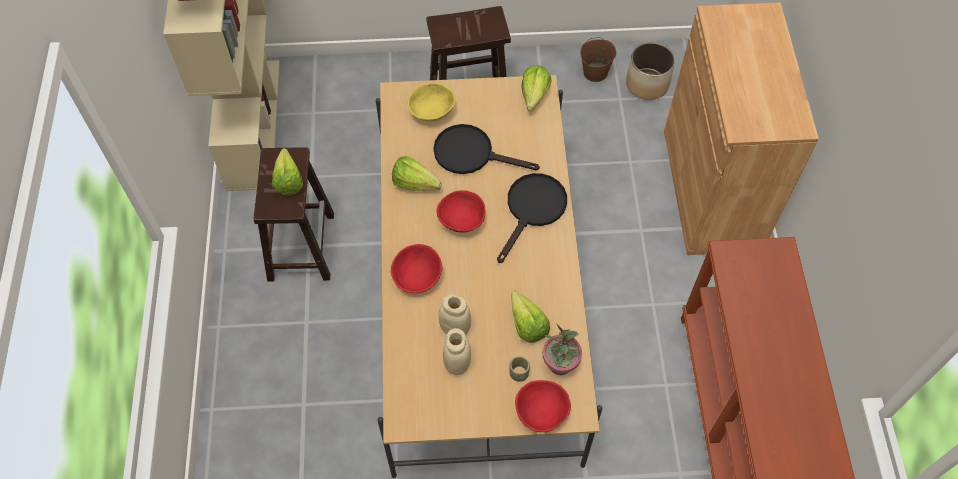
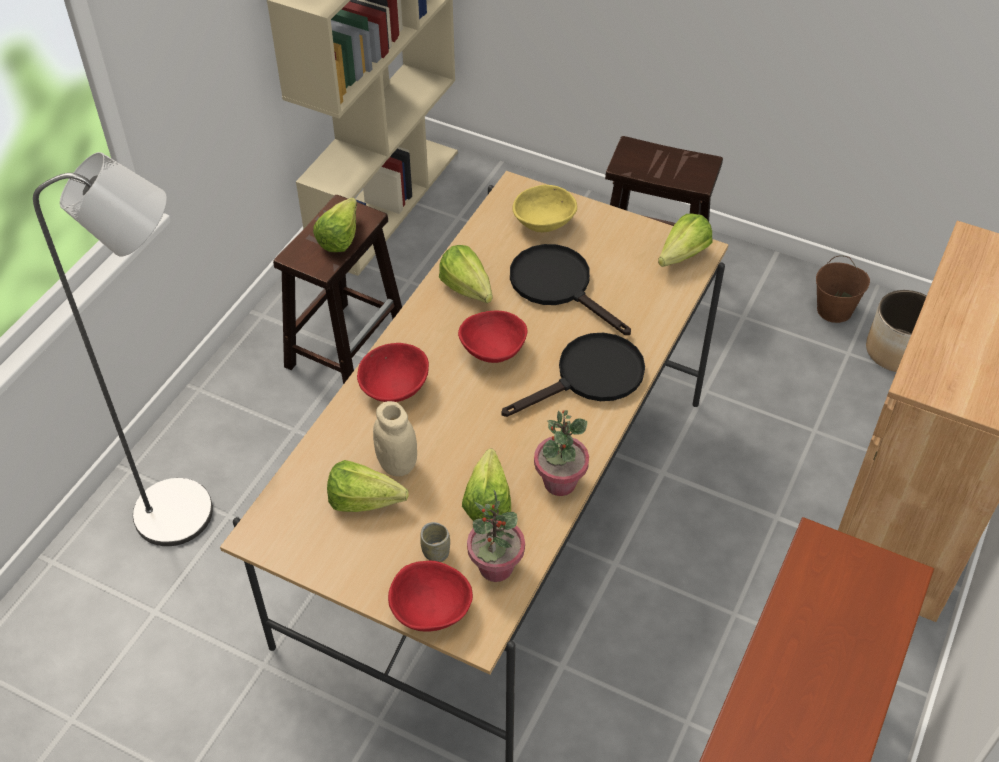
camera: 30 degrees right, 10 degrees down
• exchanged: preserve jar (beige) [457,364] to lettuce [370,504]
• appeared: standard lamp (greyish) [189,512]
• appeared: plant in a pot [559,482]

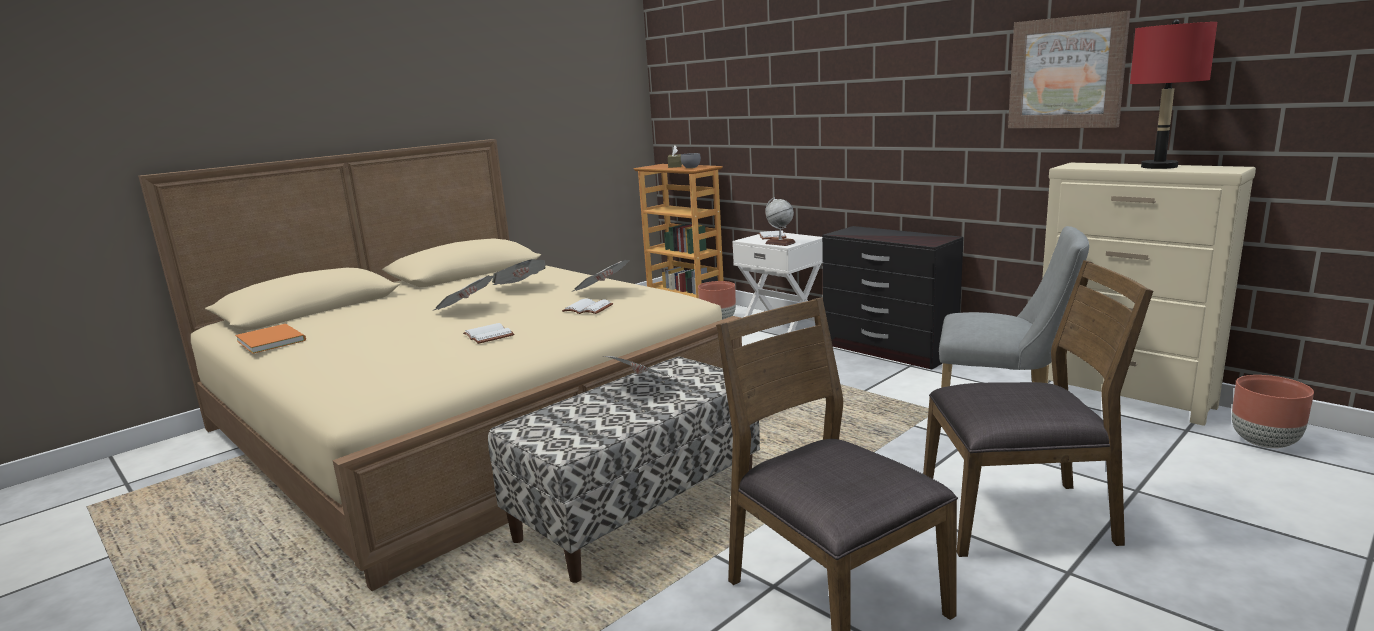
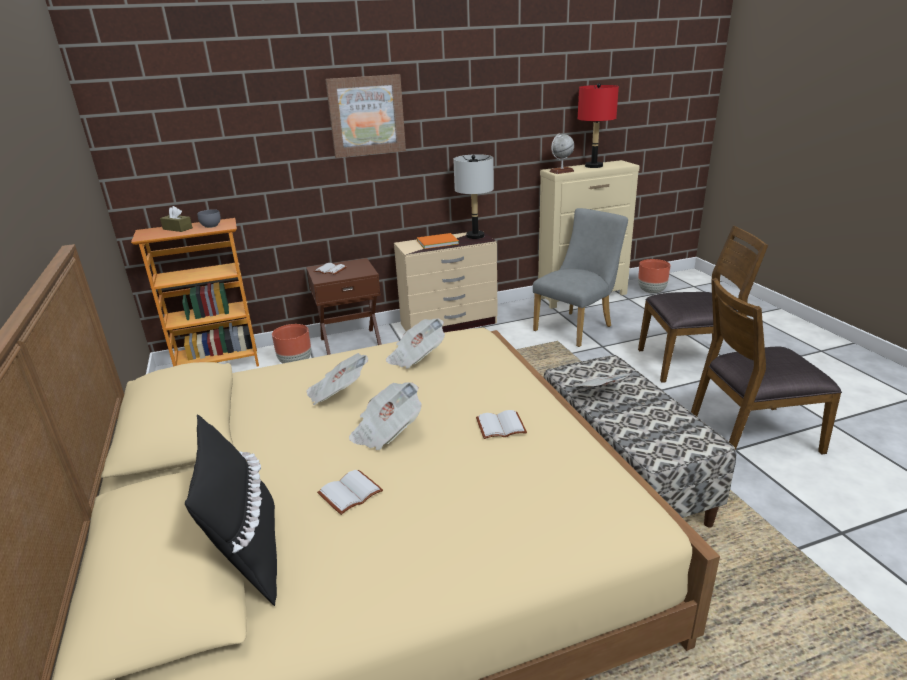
camera: 65 degrees left, 10 degrees up
• relocated: volume (orange-coloured) [272,340] to [436,242]
• relocated: volume (white) [586,309] to [350,494]
• colour: bedside table (white) [781,326] to bedside table (brown) [350,343]
• relocated: world globe [780,243] to [561,171]
• colour: chest of drawers (black-coloured) [888,350] to chest of drawers (beige) [449,324]
• spun: upright chair (brown) [1018,516] = [690,362] 60 degrees clockwise
• relocated: wall picture [1066,73] to [366,116]
• appeared: cushion (black-coloured) [249,556]
• appeared: lamp for a table (greyish) [475,236]

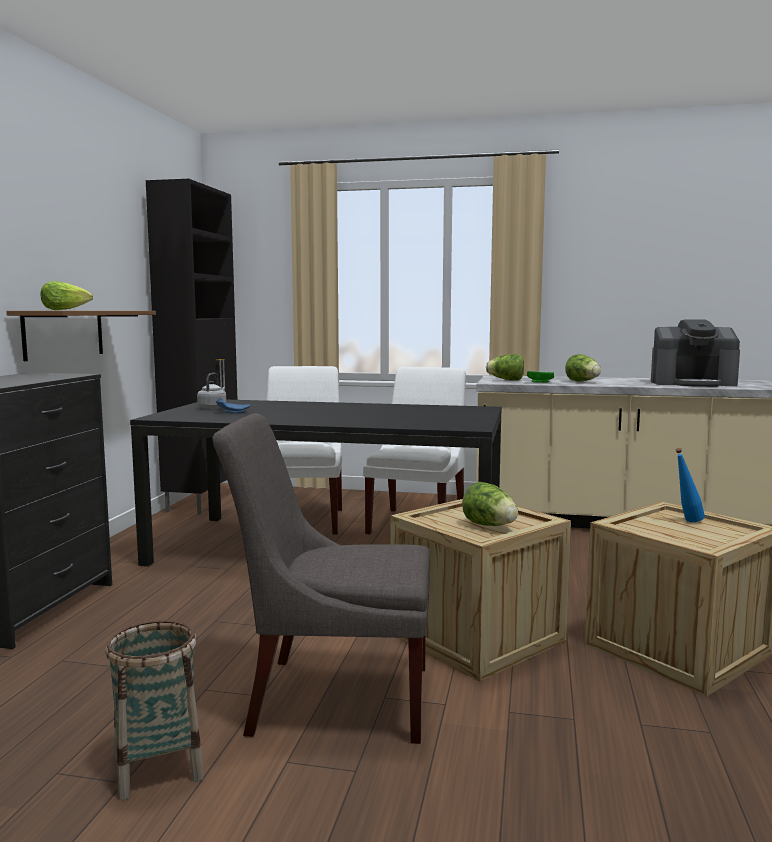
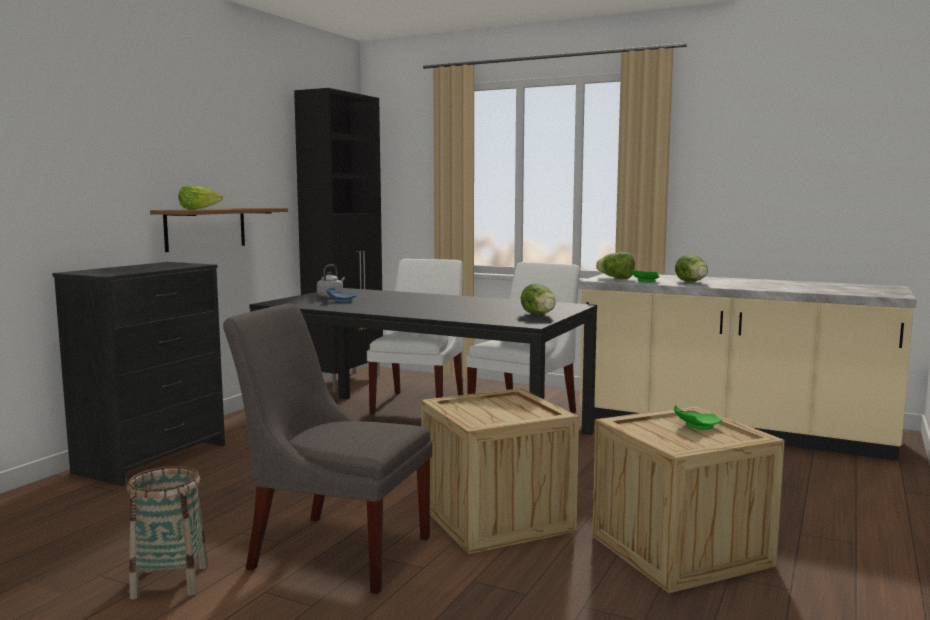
camera: 15 degrees right, 0 degrees up
• relocated: lettuce [490,526] to [539,315]
• missing: coffee maker [693,383]
• exchanged: bottle (blue) [686,522] to dinner plate (green) [695,426]

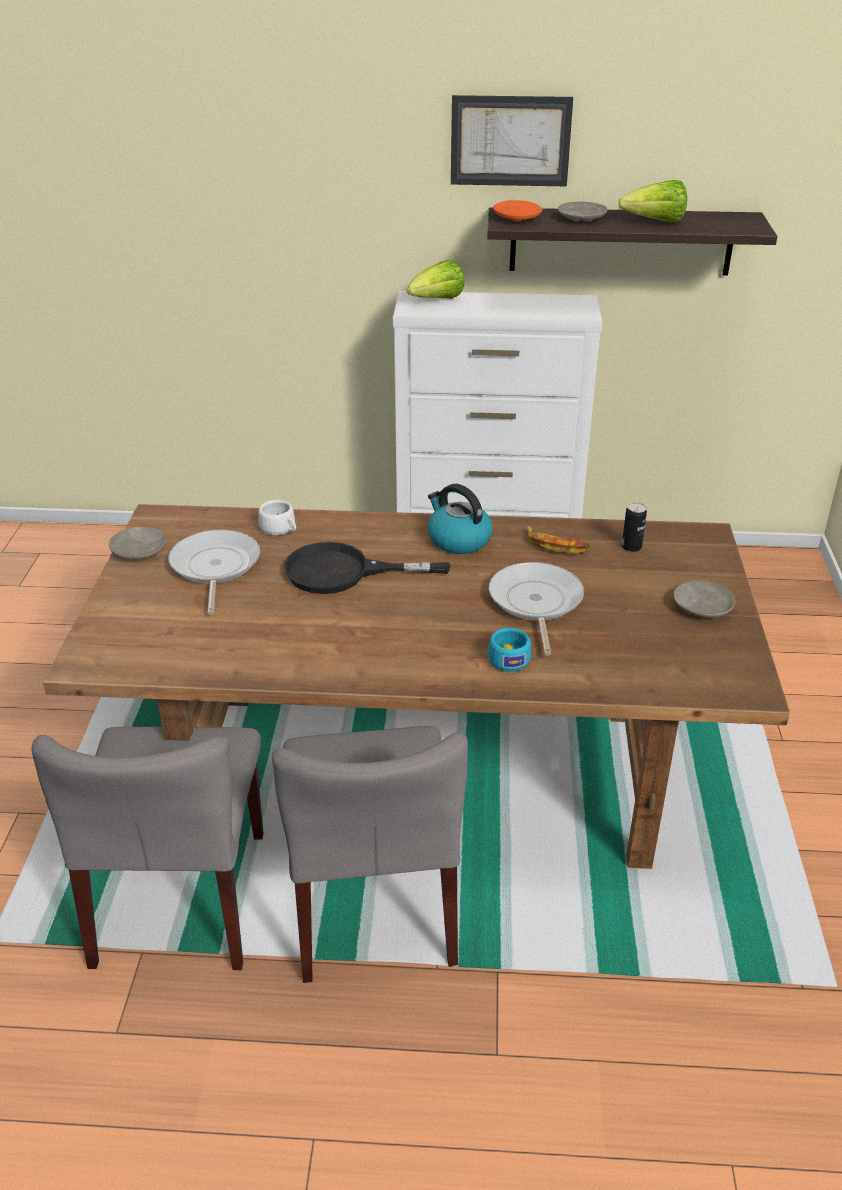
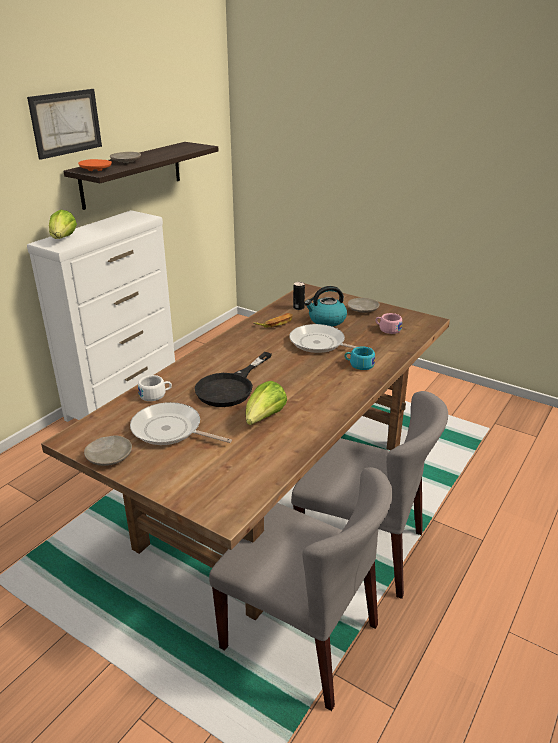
camera: 60 degrees left, 5 degrees down
• relocated: tea kettle [458,540] to [326,320]
• relocated: lettuce [655,222] to [264,418]
• appeared: drinking cup (pink) [387,329]

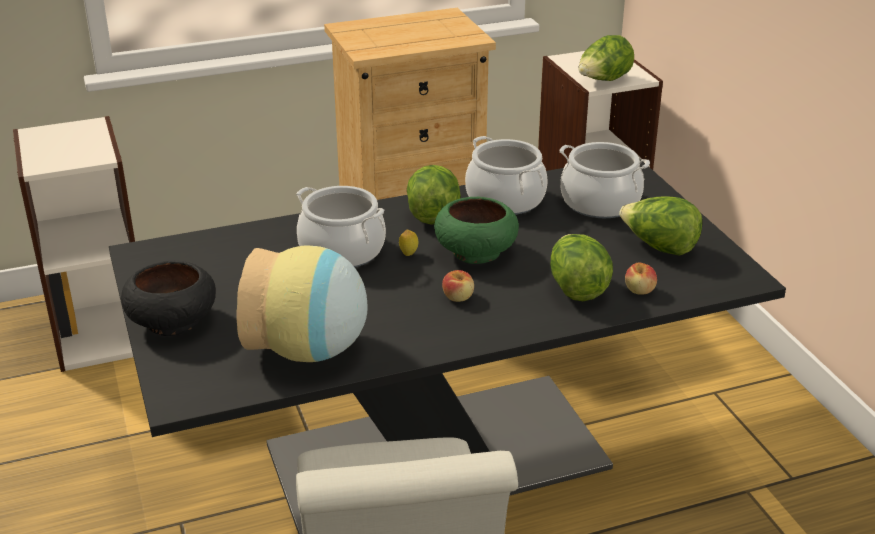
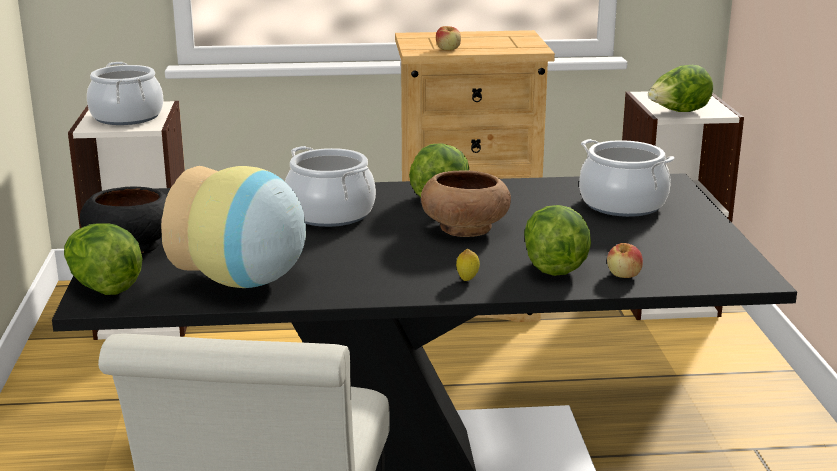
camera: 15 degrees right, 10 degrees down
• relocated: lemon [408,254] to [467,279]
• colour: deep dish (green) [475,252] to deep dish (brown) [464,228]
• relocated: apple fruit [458,297] to [448,49]
• relocated: cooking pot [505,200] to [126,117]
• relocated: lettuce [659,247] to [103,286]

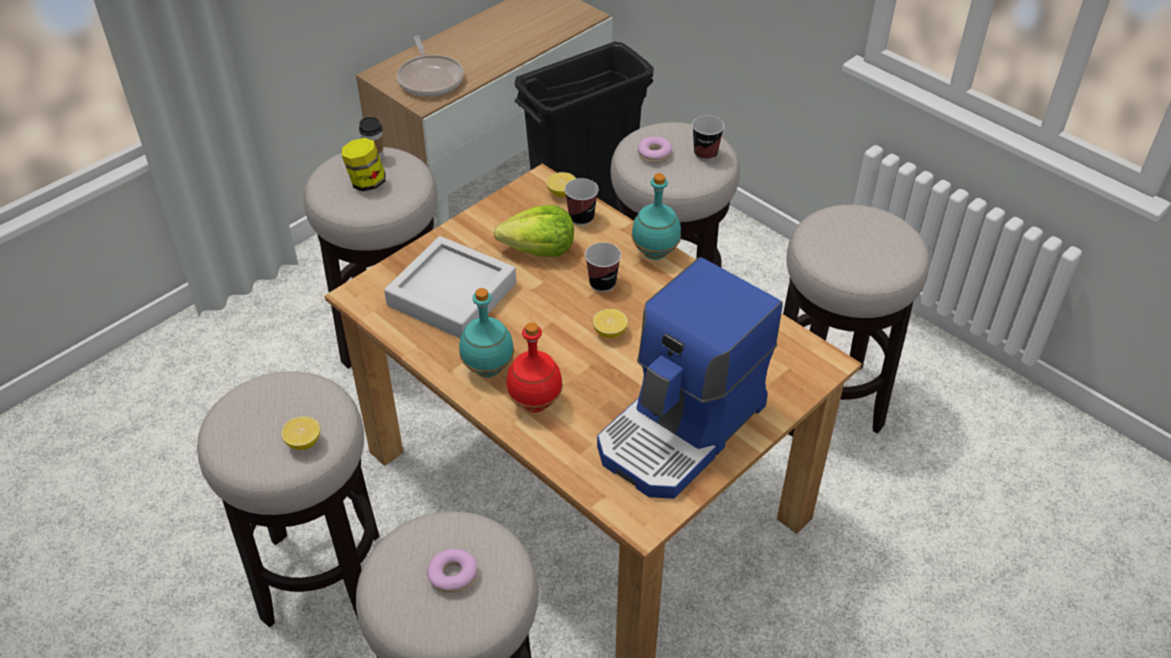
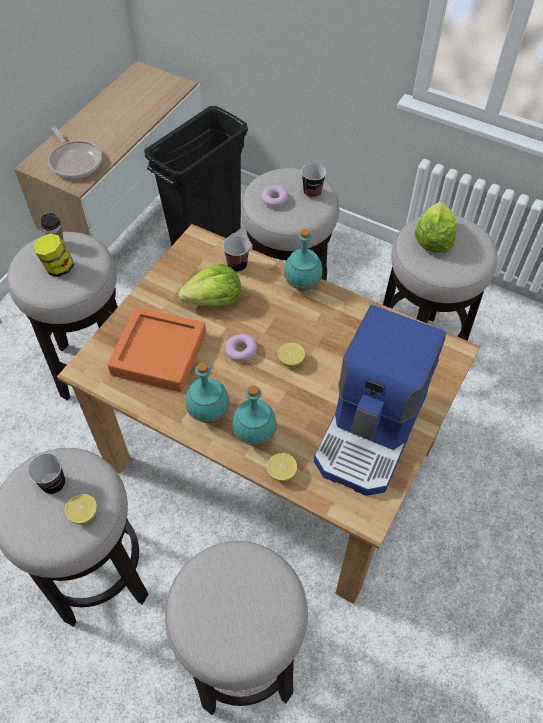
camera: 15 degrees left, 10 degrees up
• colour: tray (greyish) [452,294] to tray (orange-coloured) [159,354]
• relocated: donut [453,575] to [241,351]
• colour: bottle (red) [536,403] to bottle (blue-green) [255,435]
• relocated: lemon [561,193] to [281,472]
• relocated: drinking cup [602,283] to [53,483]
• appeared: lettuce [433,239]

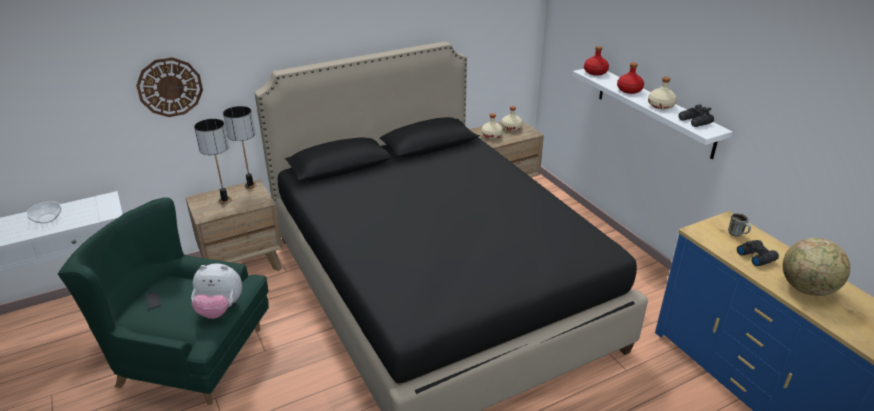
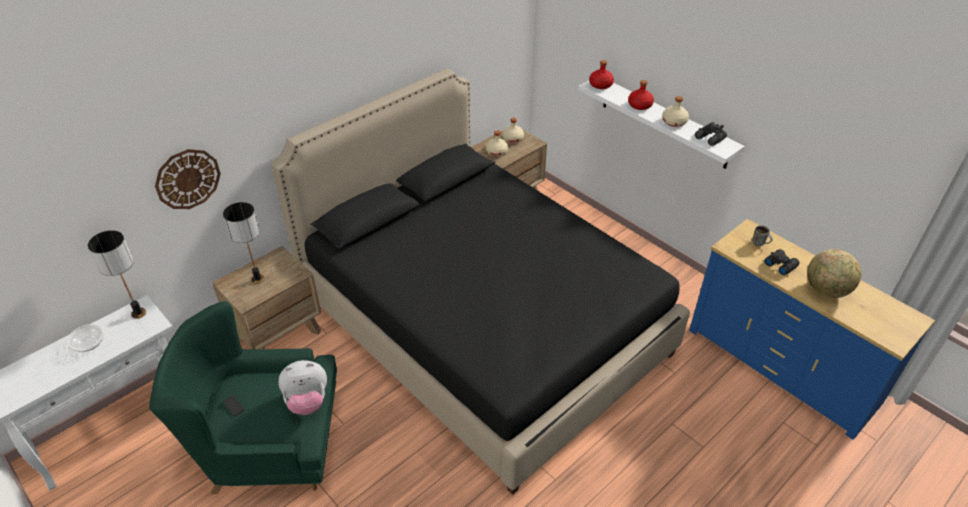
camera: 15 degrees left, 10 degrees up
• relocated: lamp for a table [250,185] to [138,313]

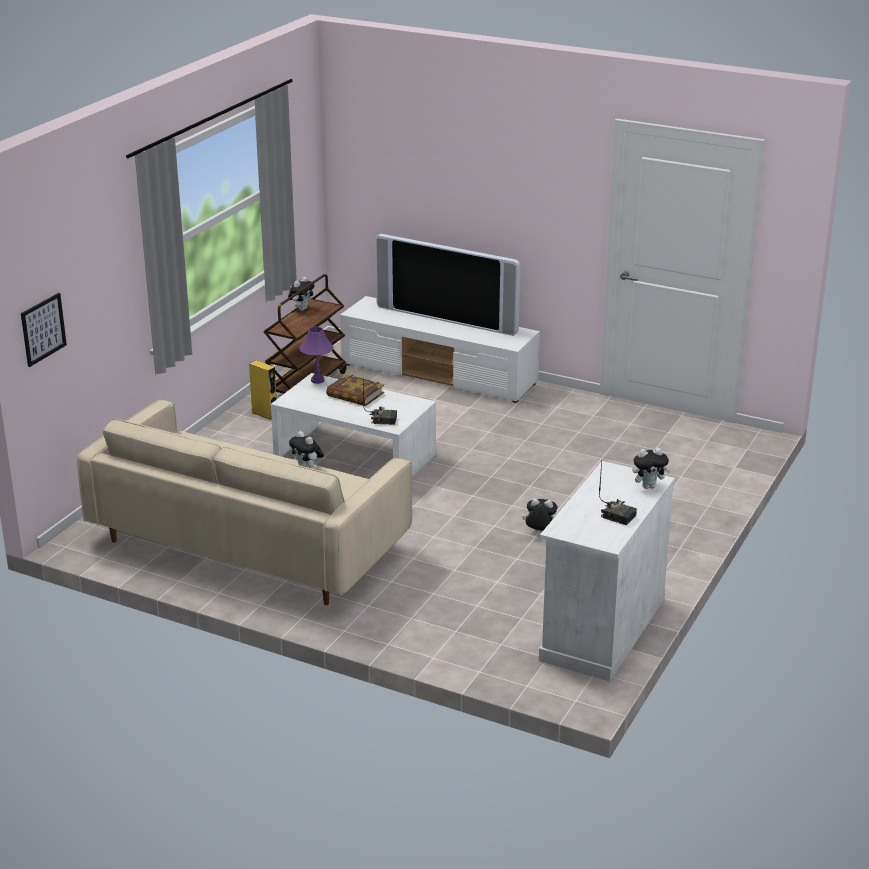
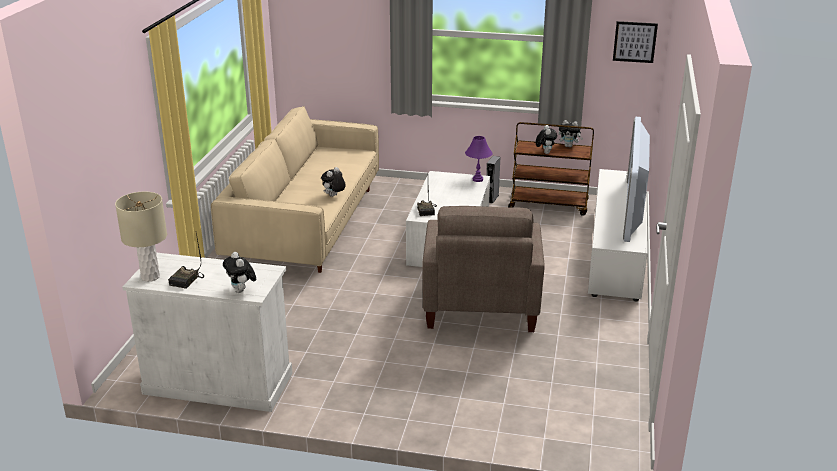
camera: 75 degrees right, 0 degrees up
• relocated: wall picture [43,329] to [634,42]
• colour: loudspeaker (yellow-coloured) [264,414] to loudspeaker (greyish) [492,198]
• missing: volume [355,395]
• relocated: cuddly toy [539,533] to [545,152]
• appeared: lamp for a table (beige) [150,277]
• appeared: armchair (beige) [480,308]

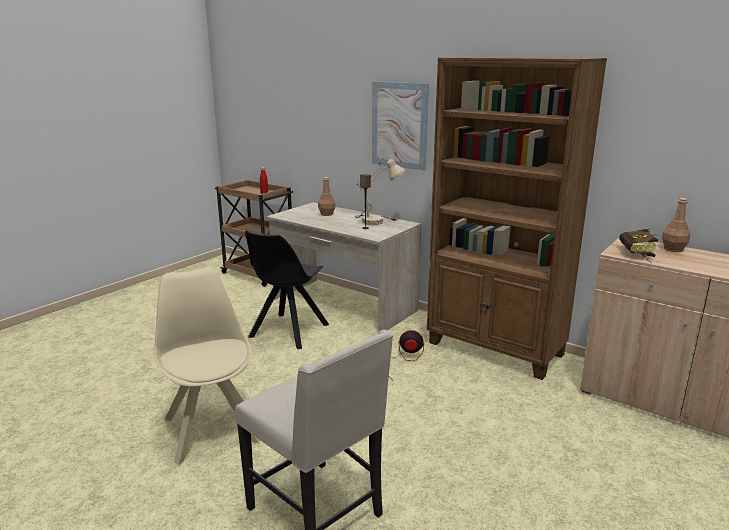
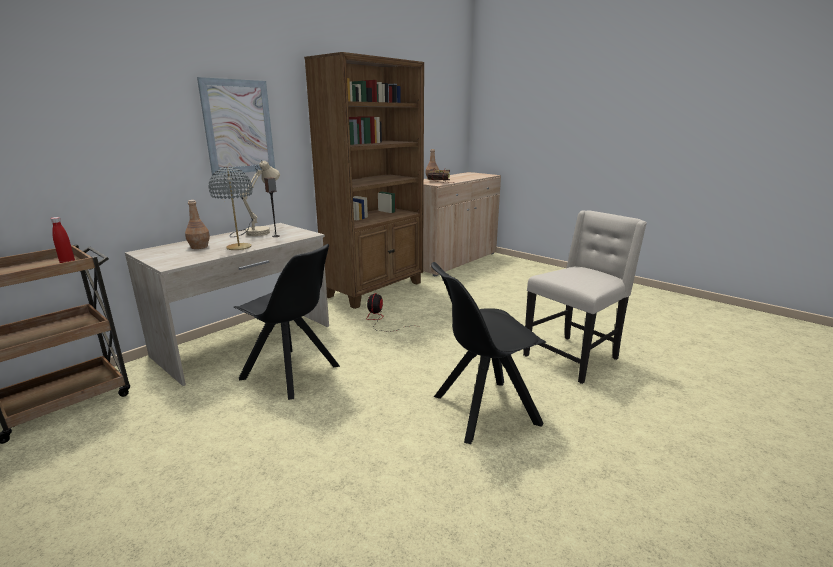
camera: 85 degrees left, 0 degrees up
• colour: upright chair (beige) [211,427] to upright chair (black-coloured) [482,410]
• appeared: lamp for a table (greyish) [239,247]

